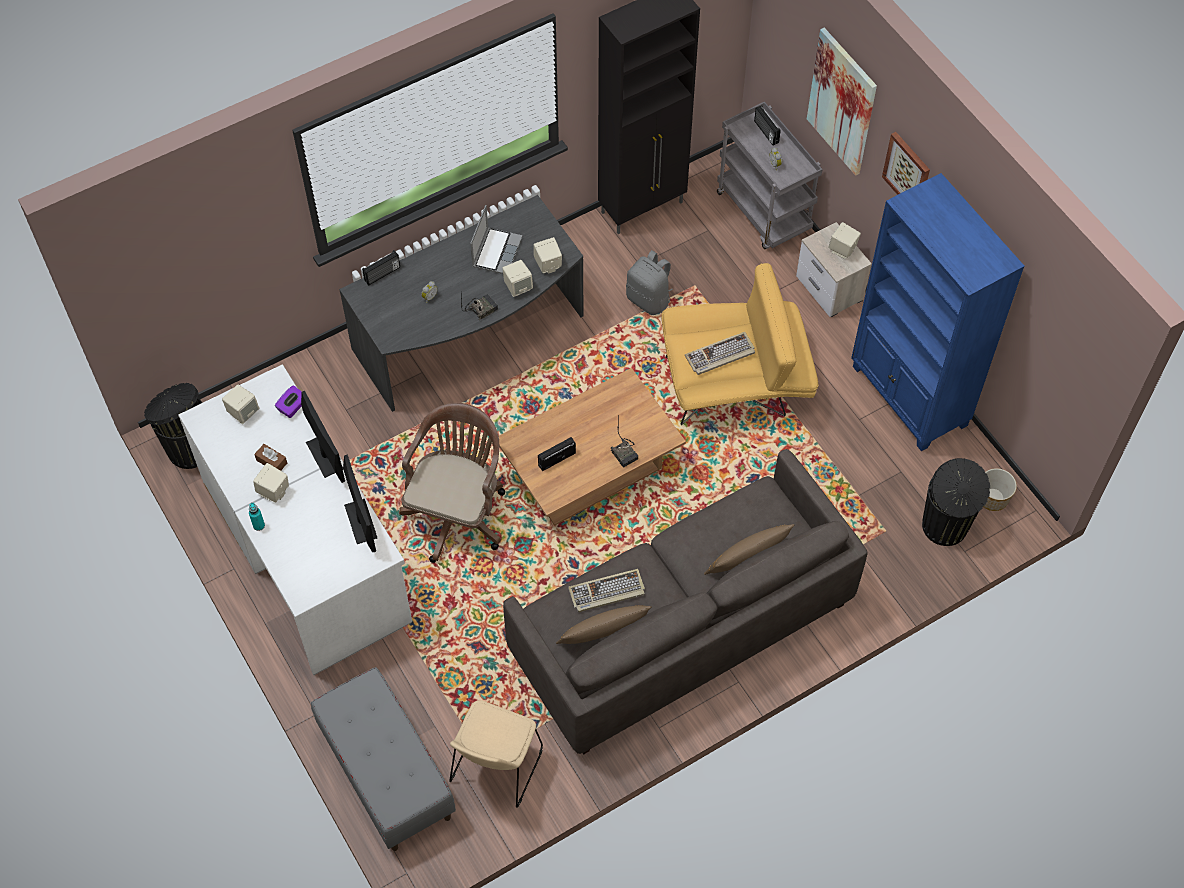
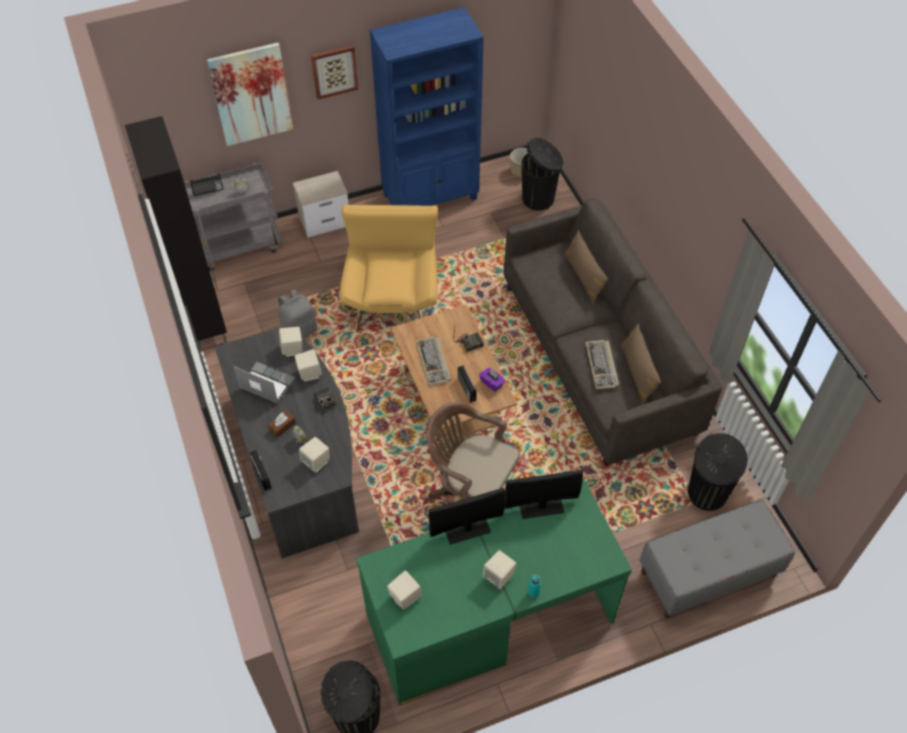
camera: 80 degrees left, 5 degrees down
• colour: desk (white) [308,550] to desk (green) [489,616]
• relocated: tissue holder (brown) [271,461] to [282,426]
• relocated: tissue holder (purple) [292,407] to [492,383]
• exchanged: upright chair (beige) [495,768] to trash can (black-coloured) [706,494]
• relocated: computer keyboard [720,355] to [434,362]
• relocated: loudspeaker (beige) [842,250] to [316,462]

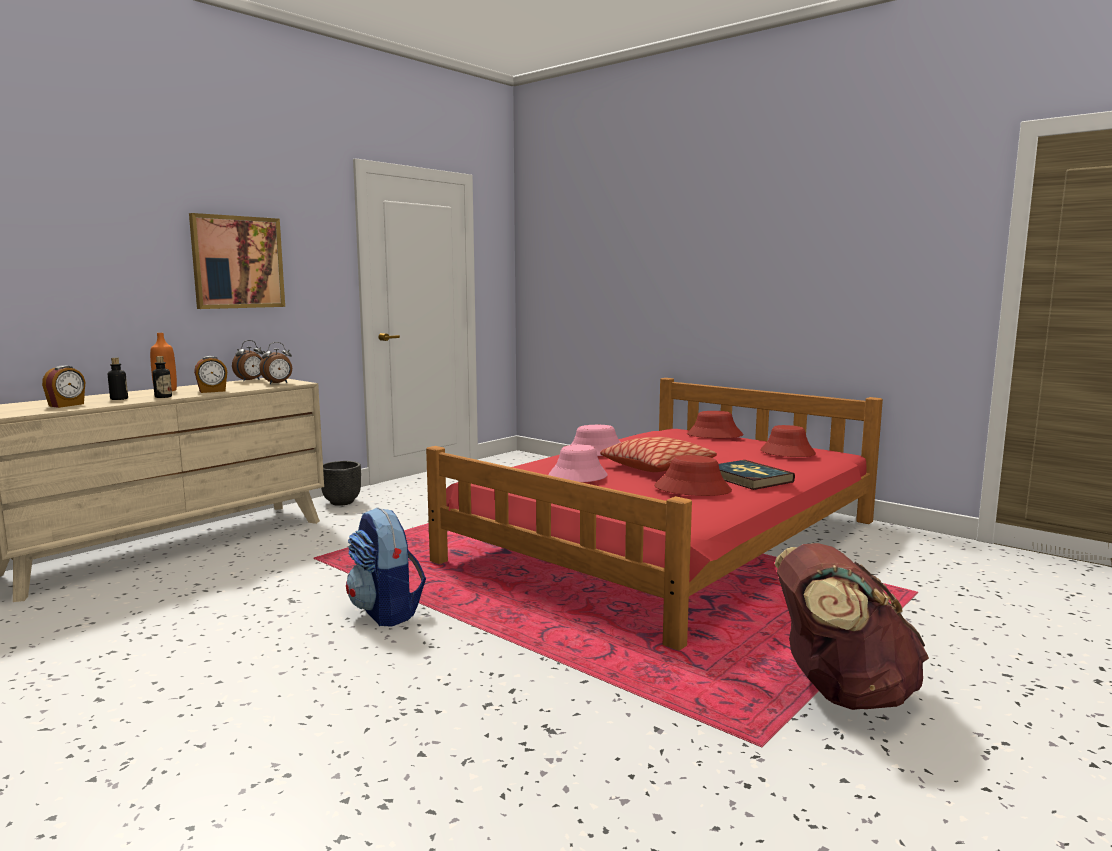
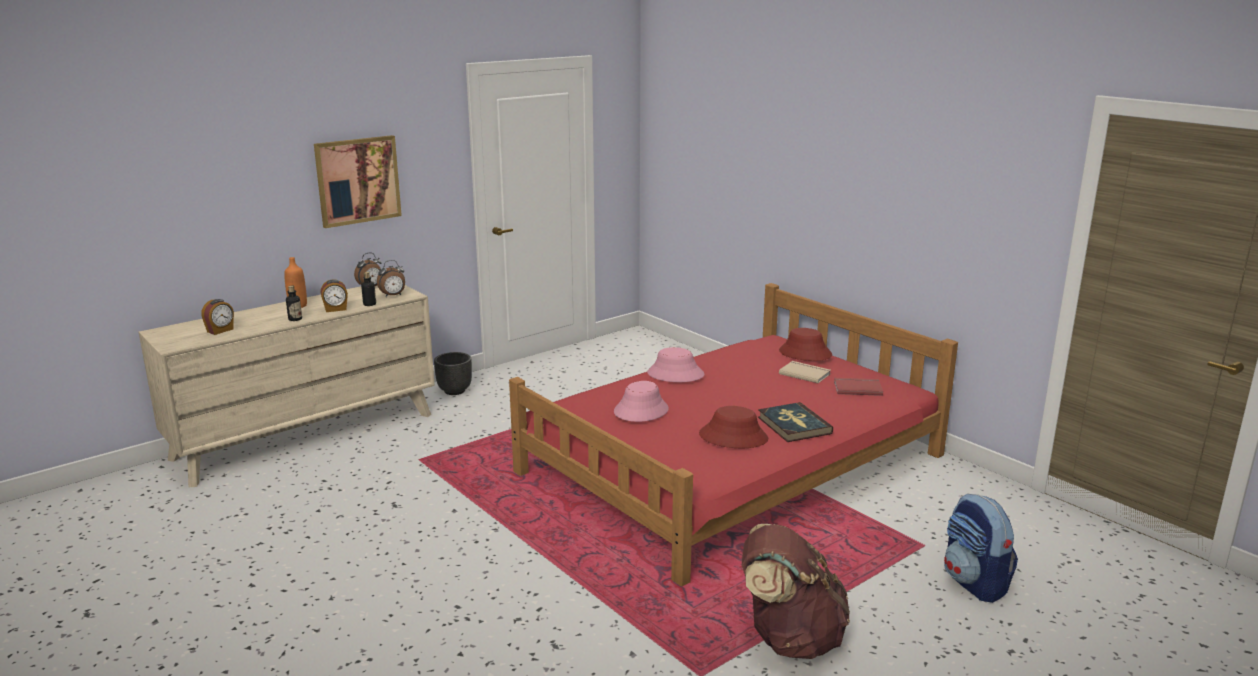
camera: 10 degrees right, 10 degrees up
• relocated: bottle [119,399] to [369,304]
• relocated: backpack [386,612] to [975,583]
• missing: cushion [657,467]
• exchanged: wearable hat (red) [787,453] to volume (red) [857,388]
• appeared: volume (beige) [805,373]

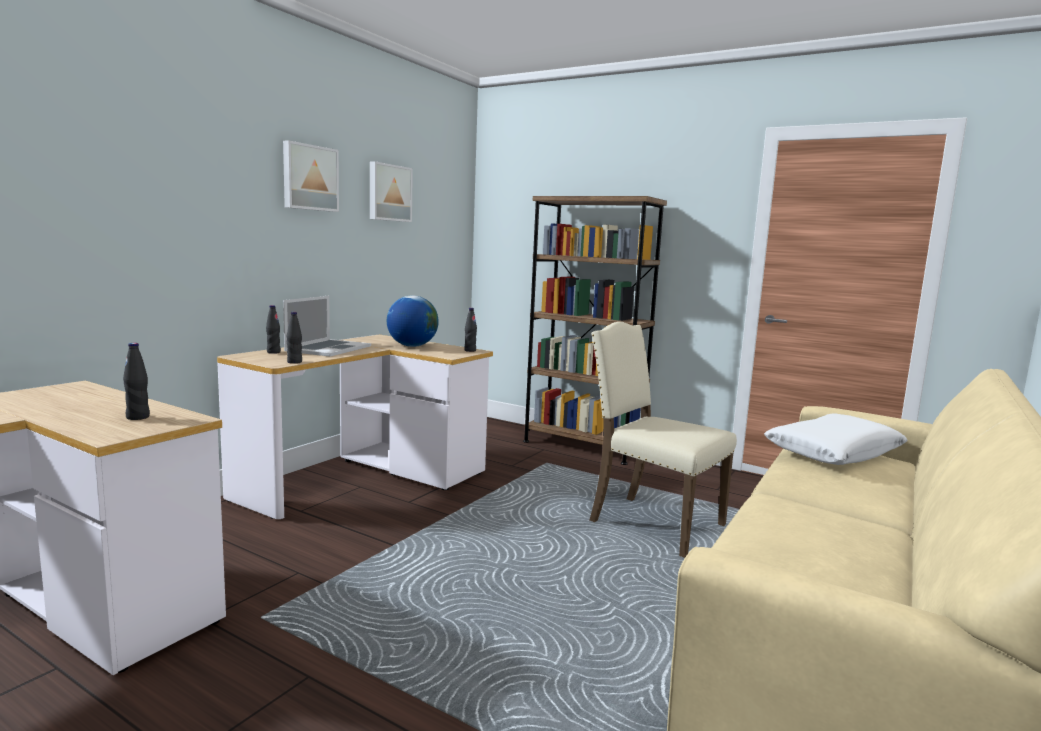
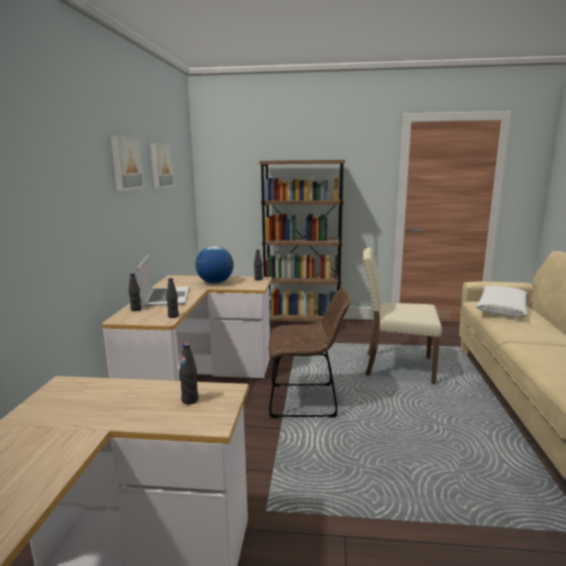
camera: 25 degrees left, 5 degrees up
• appeared: upright chair (brown) [307,400]

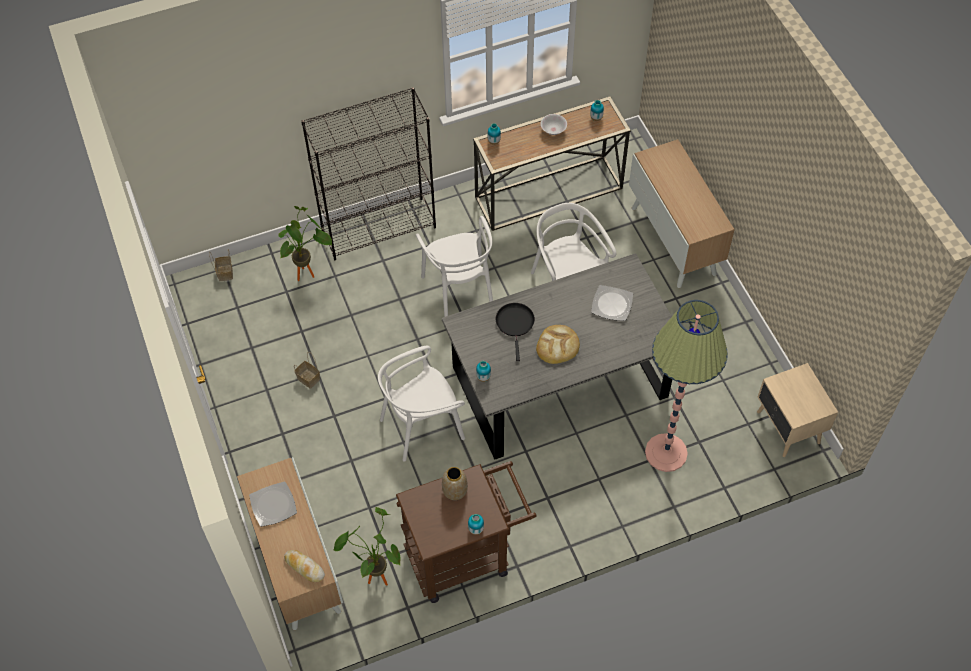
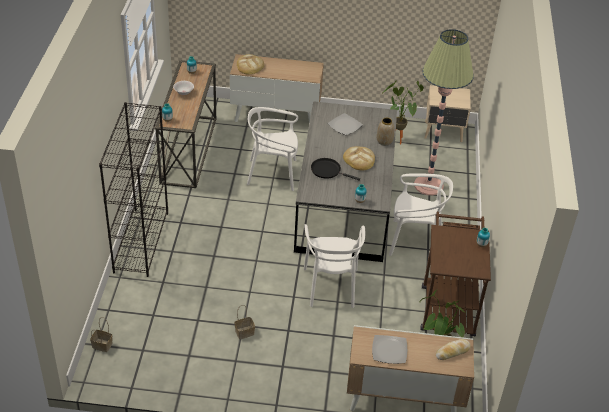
camera: 65 degrees left, 15 degrees down
• relocated: plant in a pot [309,273] to [397,138]
• relocated: upright chair (white) [459,290] to [414,241]
• relocated: vase [455,491] to [384,141]
• appeared: bread [250,66]

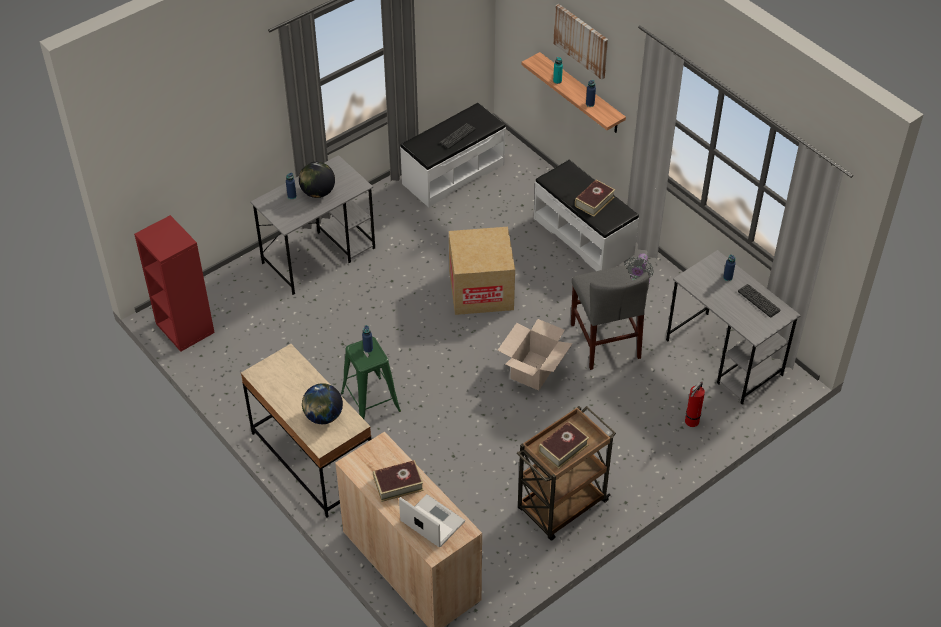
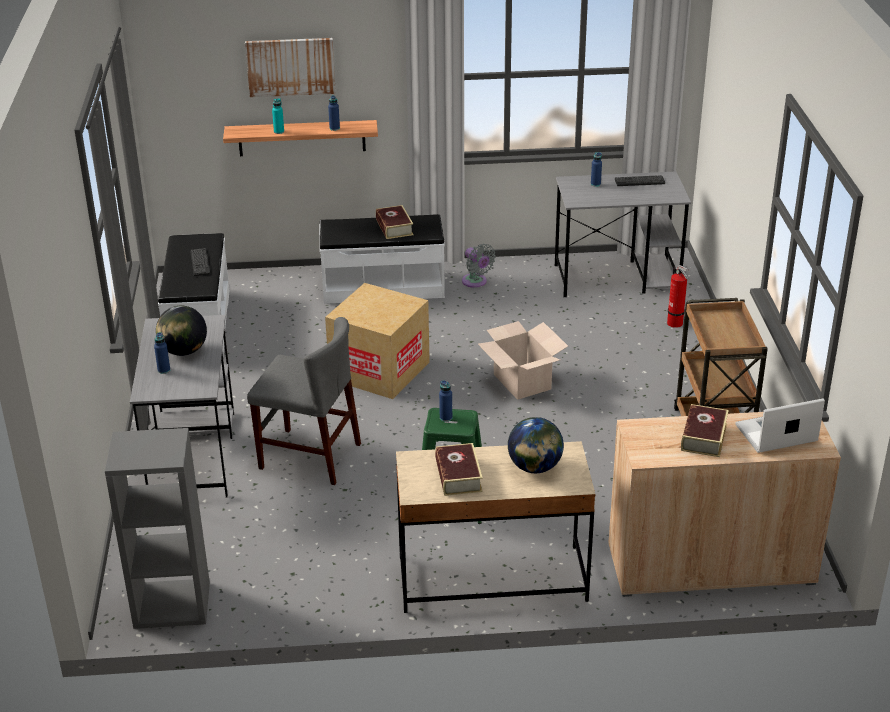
camera: 55 degrees left, 15 degrees down
• colour: bookcase (red) [184,328] to bookcase (greyish) [171,606]
• relocated: volume [563,448] to [458,476]
• relocated: upright chair (greyish) [605,341] to [310,456]

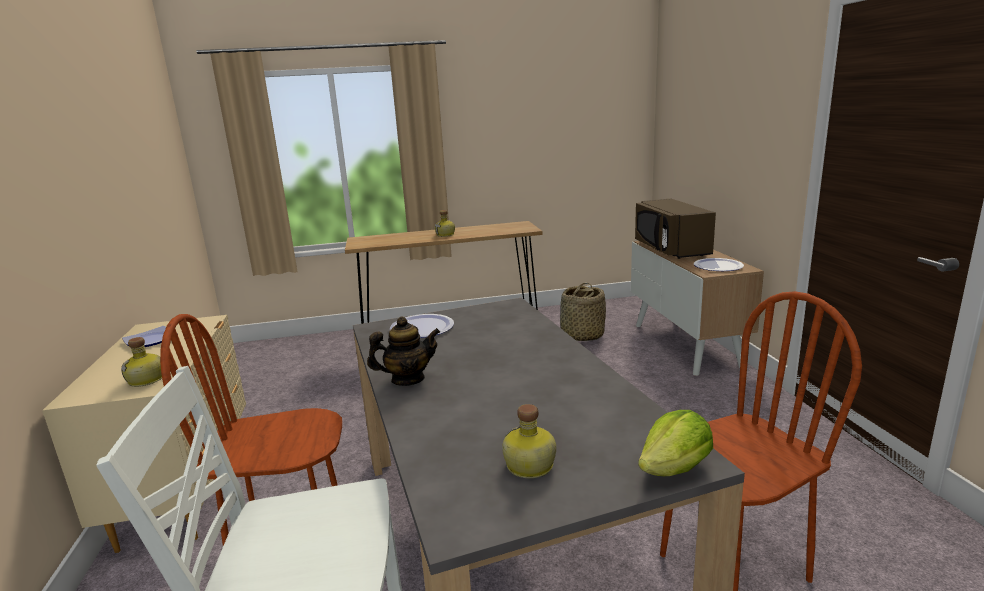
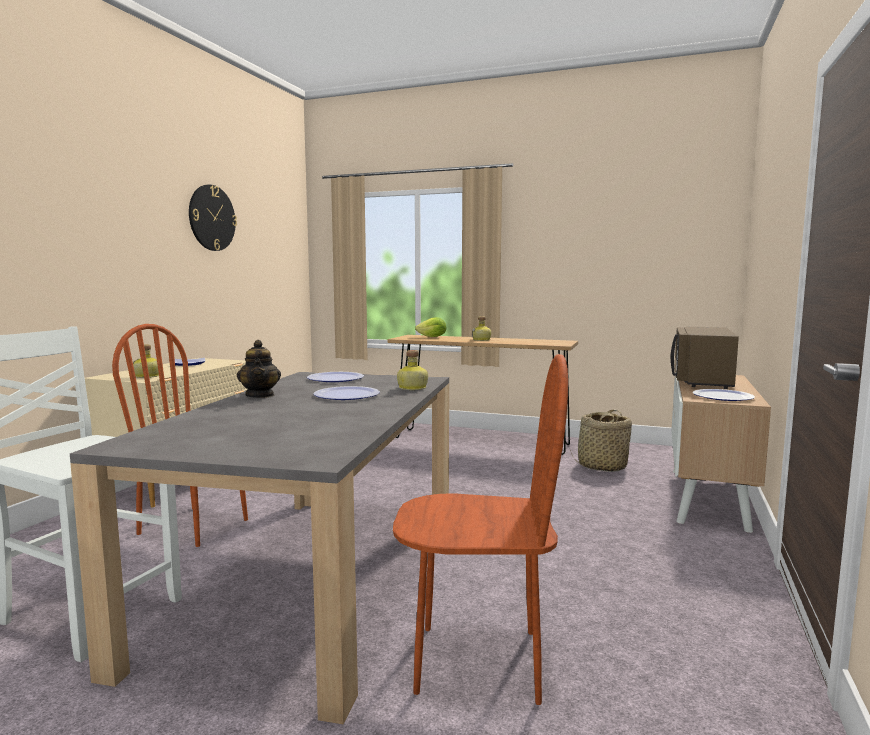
camera: 30 degrees right, 10 degrees down
• spun: pot for tea [407,379] = [260,395] 60 degrees clockwise
• relocated: bottle [529,466] to [411,388]
• relocated: lettuce [675,469] to [432,337]
• appeared: hanging clock [212,218]
• appeared: dinner plate [346,395]

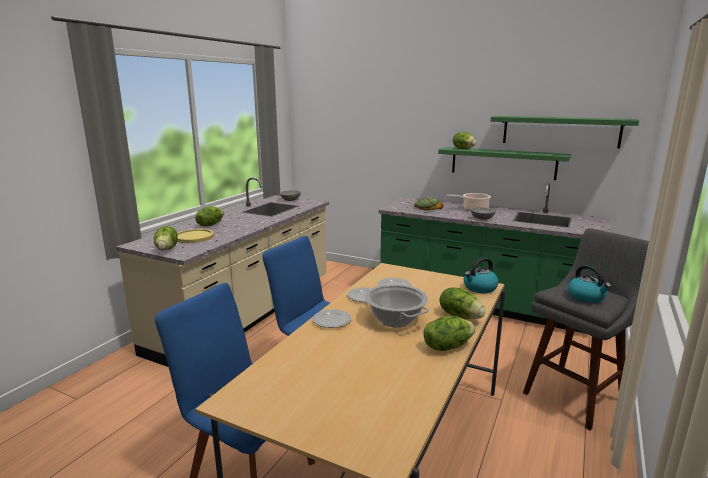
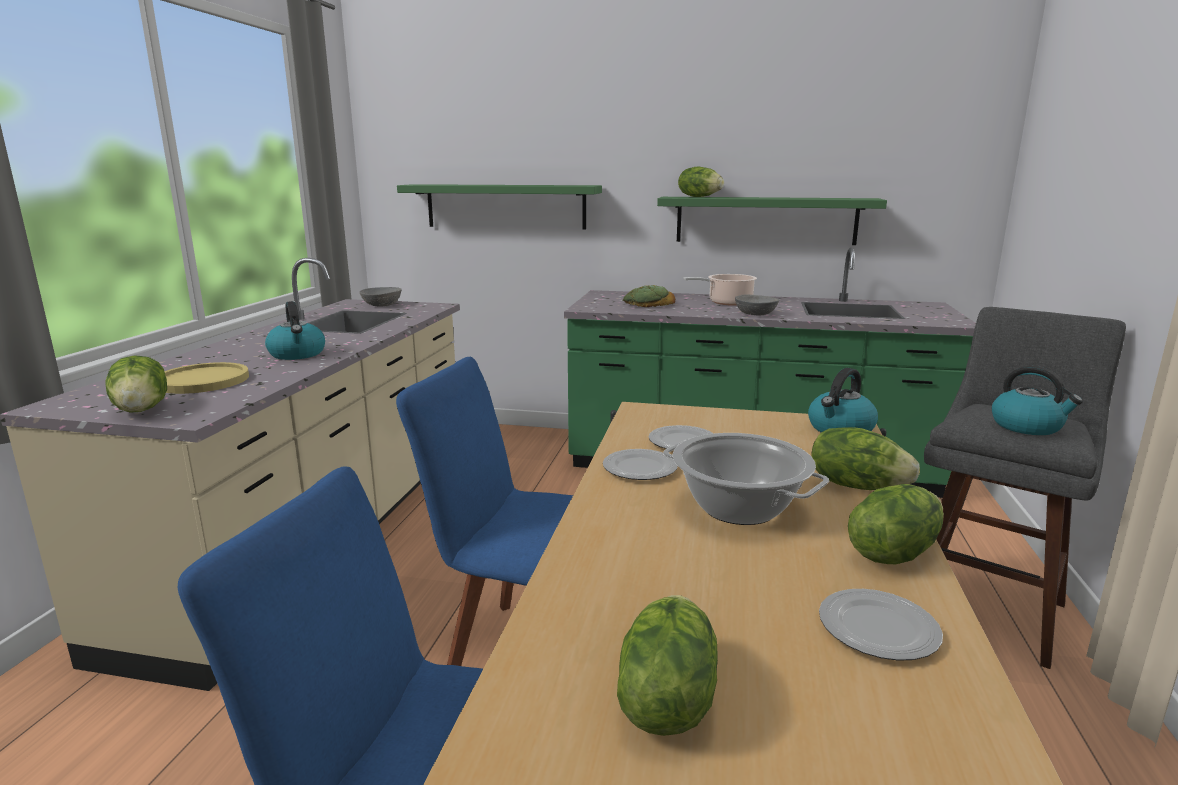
camera: 15 degrees left, 0 degrees up
• relocated: lettuce [210,225] to [665,698]
• relocated: dinner plate [332,321] to [879,629]
• relocated: wall shelf (green) [560,131] to [505,206]
• appeared: tea kettle [297,354]

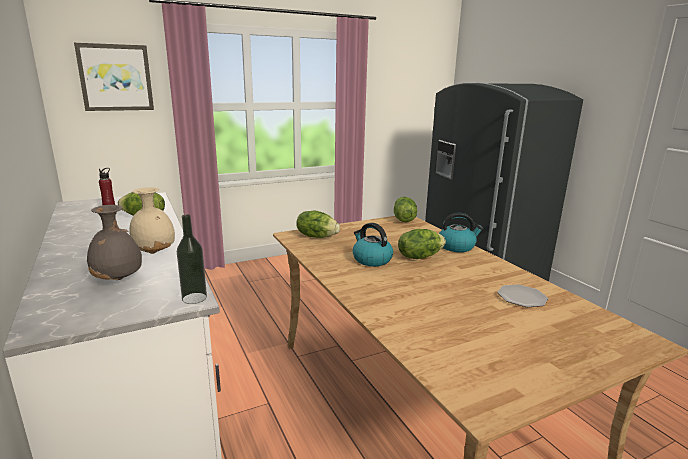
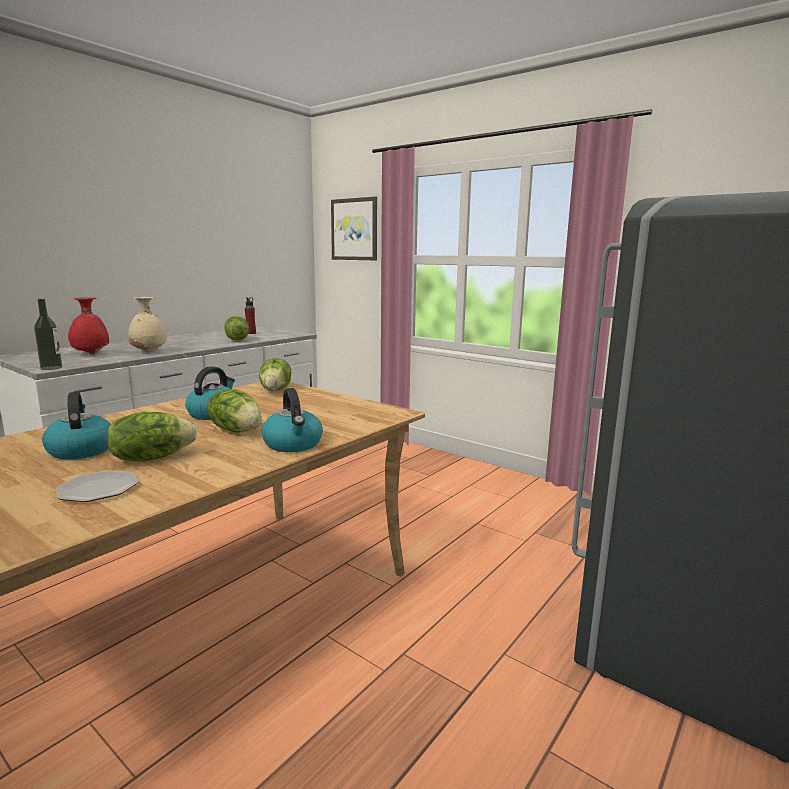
camera: 65 degrees right, 5 degrees down
• colour: vase (greyish) [118,280] to vase (red) [90,354]
• relocated: lettuce [403,219] to [151,458]
• appeared: tea kettle [81,450]

